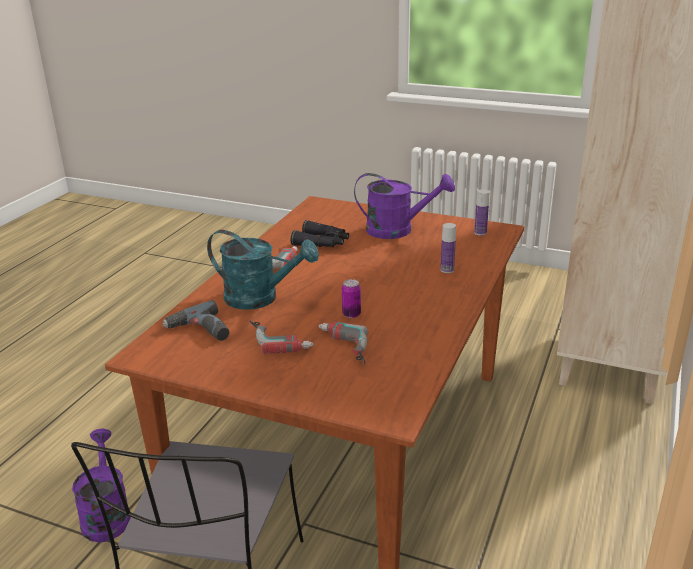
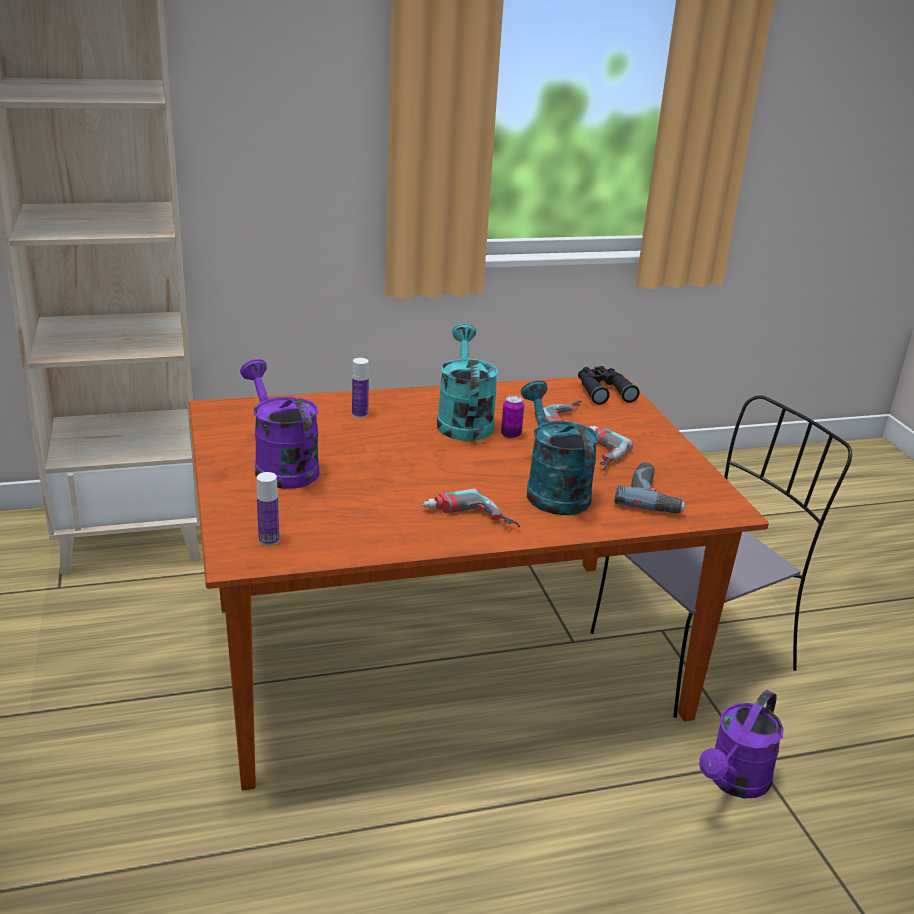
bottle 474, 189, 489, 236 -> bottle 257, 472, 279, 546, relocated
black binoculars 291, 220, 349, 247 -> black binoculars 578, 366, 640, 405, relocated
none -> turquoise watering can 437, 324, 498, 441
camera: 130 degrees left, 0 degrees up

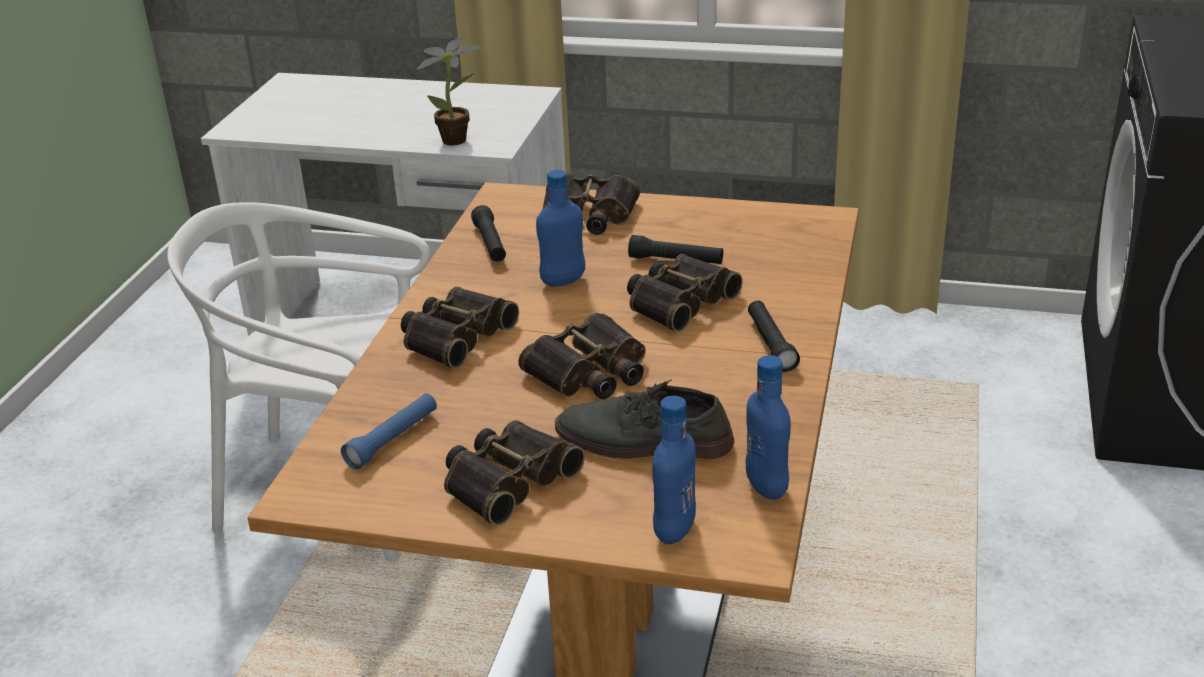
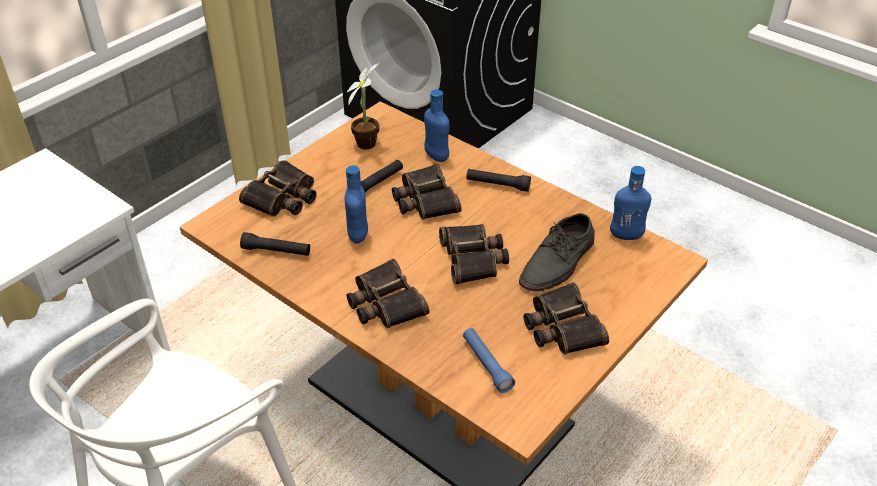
potted plant 417, 37, 480, 145 -> potted plant 347, 62, 380, 149, relocated
blue bottle 652, 396, 696, 544 -> blue bottle 424, 89, 450, 162, relocated
camera: 65 degrees left, 10 degrees up

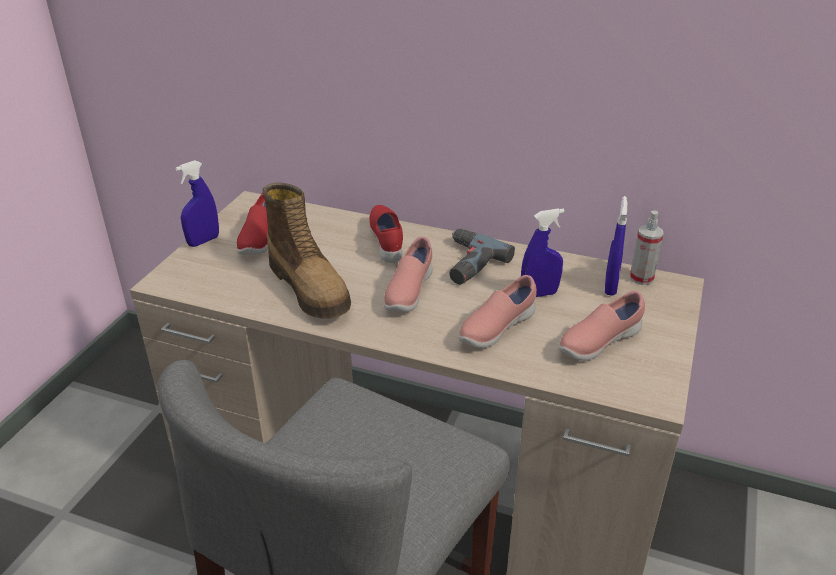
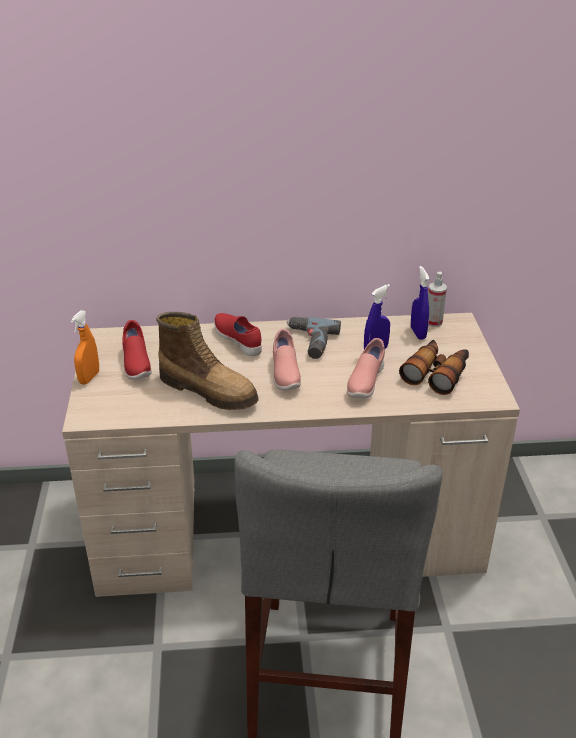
blue spray bottle 175, 160, 219, 247 -> orange spray bottle 71, 310, 99, 384
pink shoe 558, 291, 645, 361 -> binoculars 399, 340, 469, 395
camera: 25 degrees left, 0 degrees up

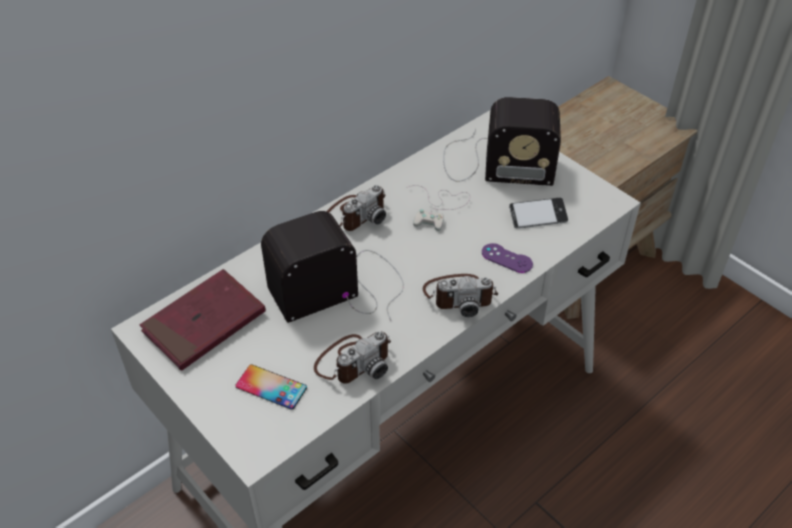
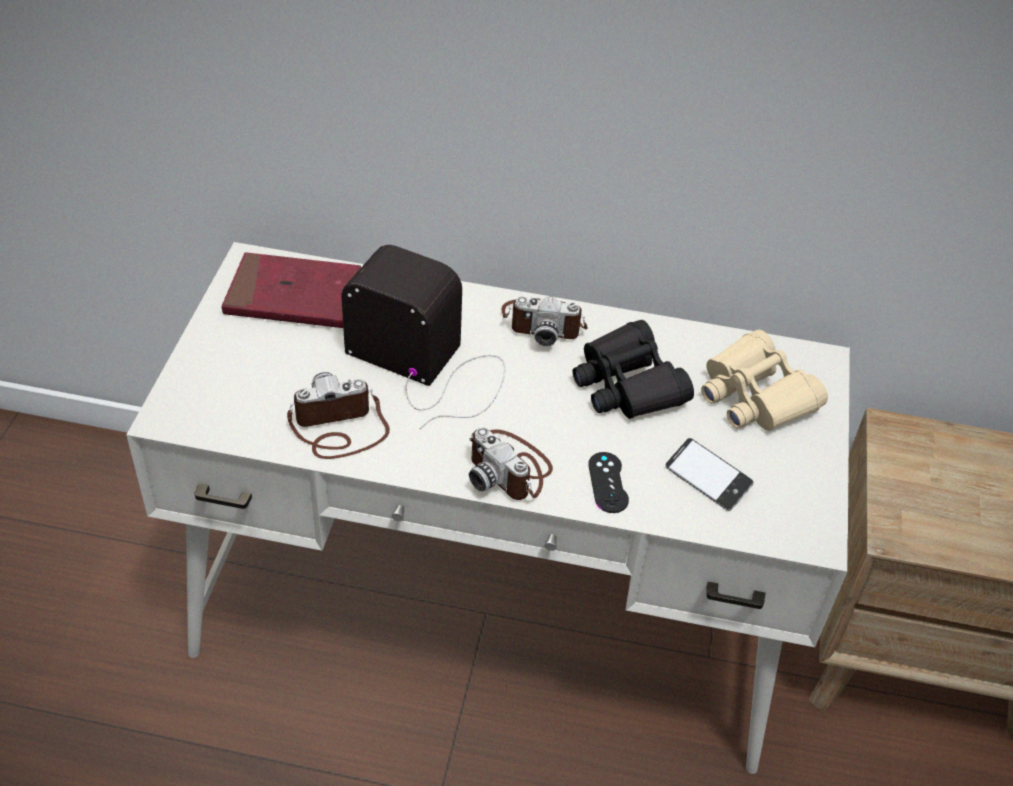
radio 443, 97, 561, 186 -> beige binoculars 701, 330, 828, 431
white game controller 408, 185, 470, 231 -> black binoculars 573, 320, 694, 419
purple game controller 482, 243, 533, 273 -> black game controller 588, 452, 629, 513
photo camera 314, 331, 391, 384 -> photo camera 287, 372, 390, 459, 150 degrees clockwise
phone 235, 364, 307, 410 -> none
camera: 50 degrees right, 0 degrees up

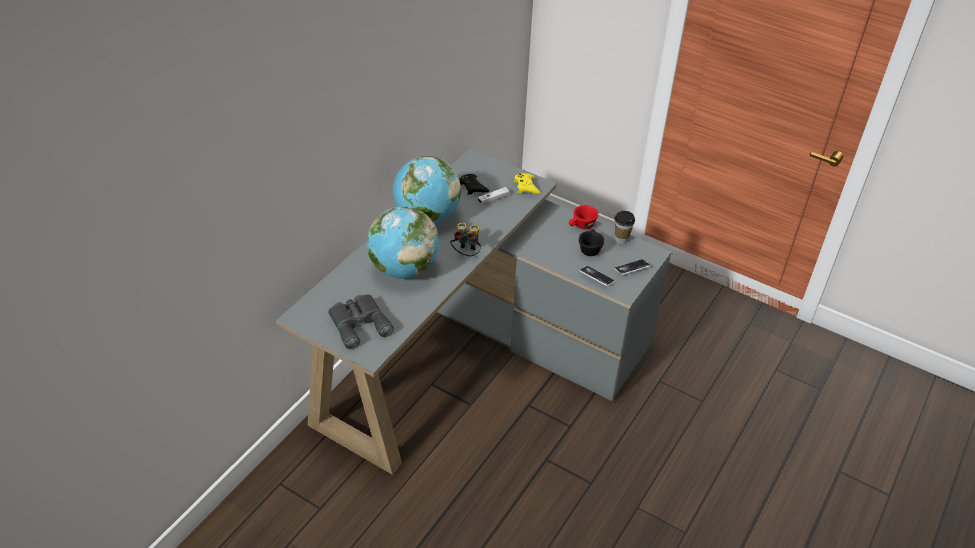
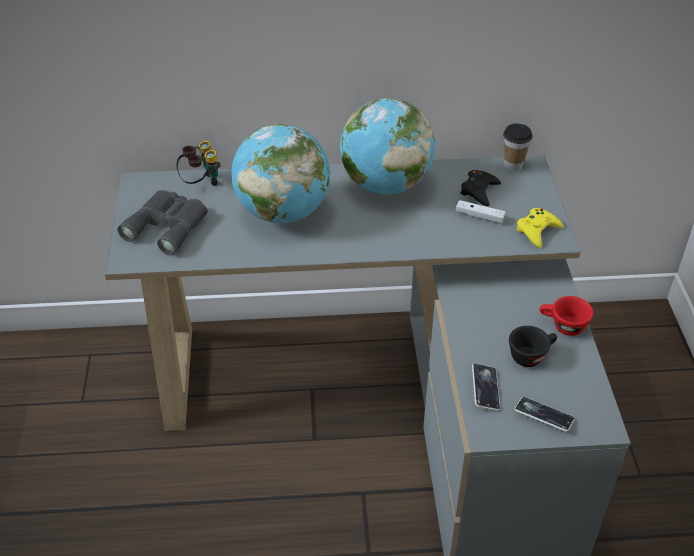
cup 614, 211, 635, 244 -> cup 503, 124, 532, 171, relocated
binoculars 450, 223, 481, 256 -> binoculars 176, 141, 220, 186, relocated
camera: 55 degrees right, 0 degrees up

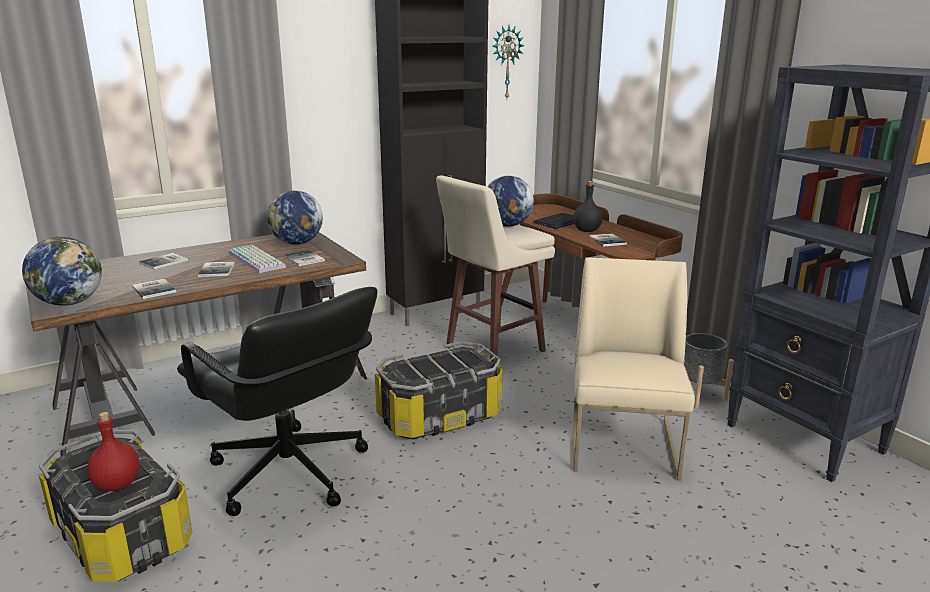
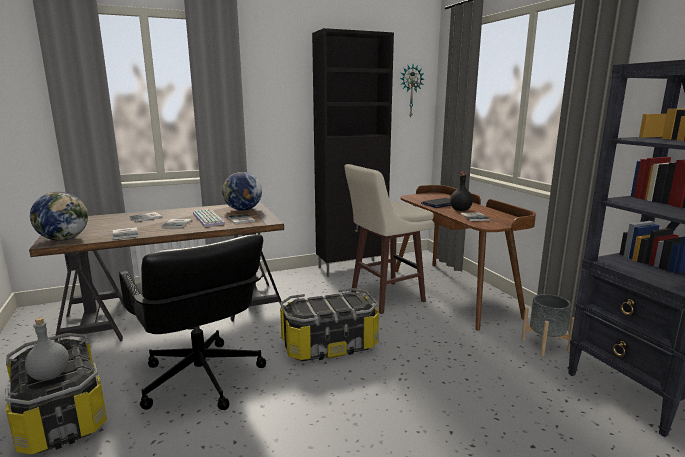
globe 487, 176, 534, 227 -> none
beige chair 574, 257, 695, 480 -> none
red bottle 87, 412, 140, 491 -> grey bottle 25, 318, 69, 381
camera: 10 degrees right, 5 degrees down

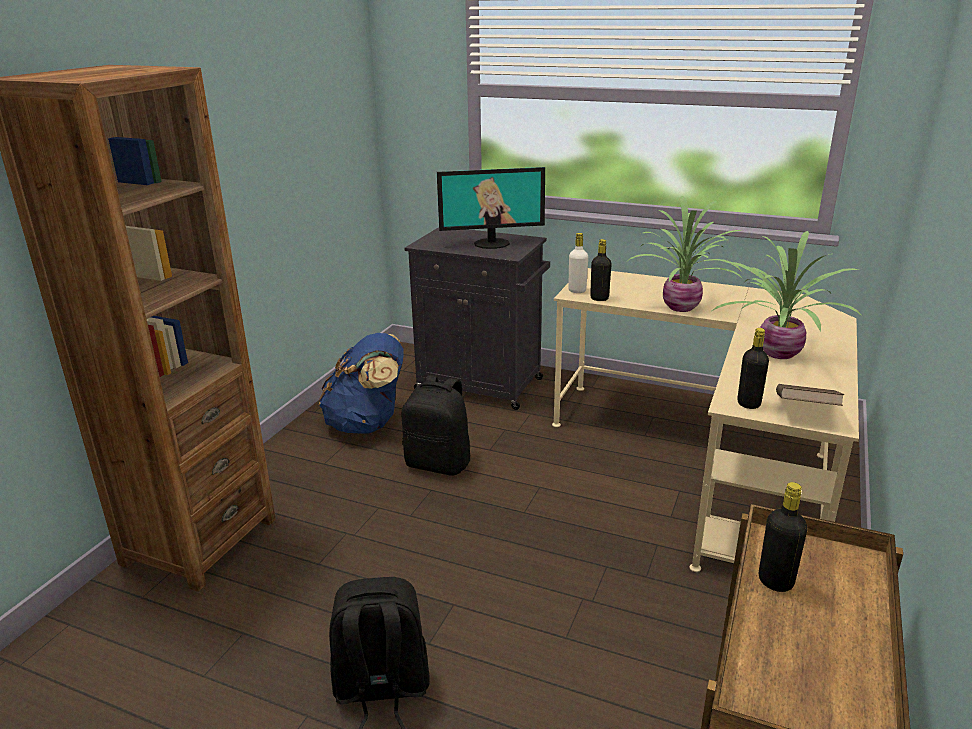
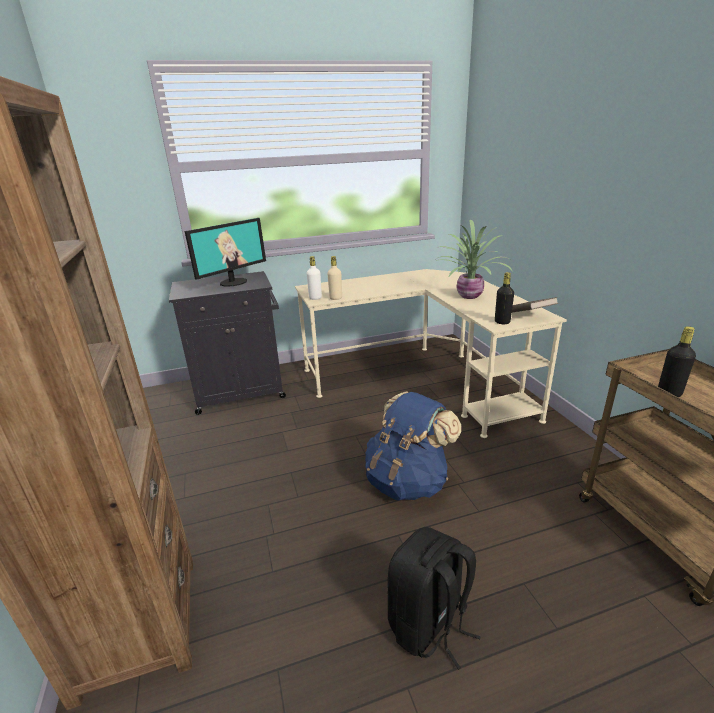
potted plant 626, 196, 743, 312 -> none
black bottle 590, 239, 612, 301 -> beige bottle 327, 256, 342, 300
blue backpack 319, 333, 403, 434 -> blue backpack 365, 391, 461, 500, relocated
black backpack 402, 375, 471, 475 -> none
camera: 40 degrees left, 0 degrees up

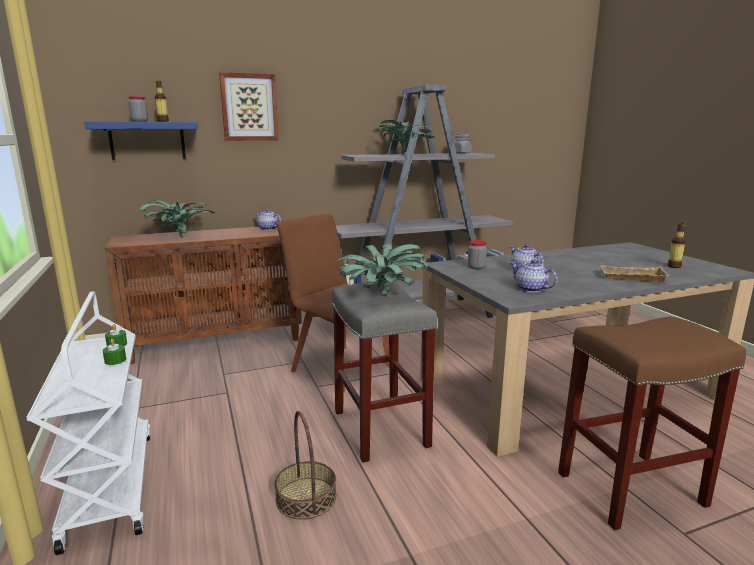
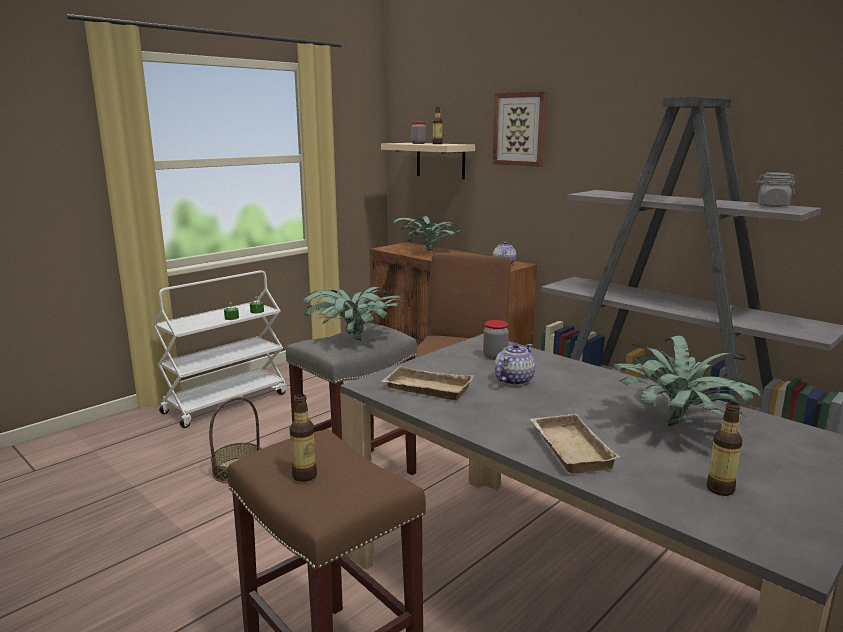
potted plant 376, 120, 436, 155 -> potted plant 611, 335, 763, 426, relocated
blue shelf 84, 121, 198, 160 -> beige shelf 381, 143, 475, 179
teapot 510, 259, 557, 292 -> beige tray 382, 366, 474, 400
none -> bottle 290, 394, 317, 482
camera: 65 degrees right, 0 degrees up

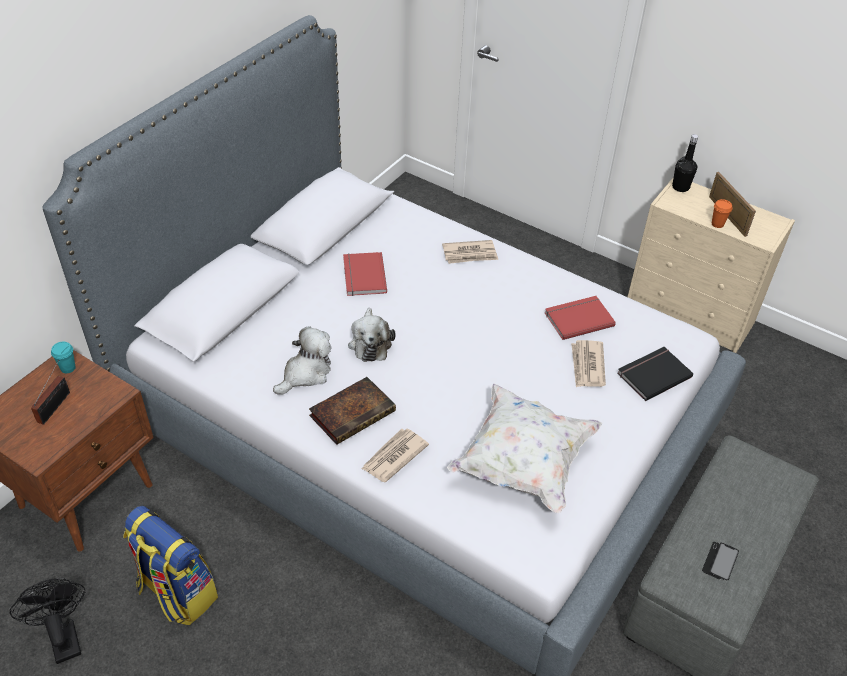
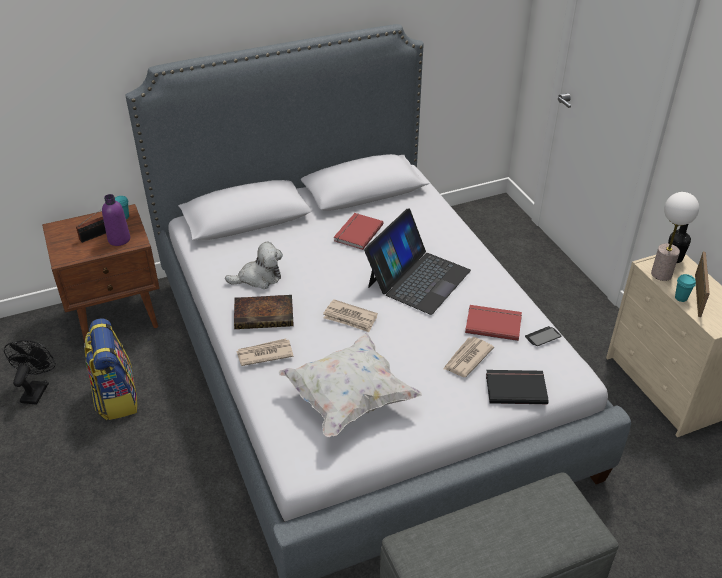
orange cup 712, 199, 732, 228 -> turquoise cup 675, 274, 696, 302
newspaper 442, 240, 498, 264 -> newspaper 323, 299, 378, 332, relocated
plush toy 348, 308, 396, 362 -> none
phone 702, 542, 739, 580 -> phone 525, 326, 561, 346, relocated
none -> table lamp 651, 192, 699, 281
none -> purple bottle 102, 194, 130, 246
none -> laptop 364, 208, 471, 315
camera: 35 degrees right, 5 degrees down

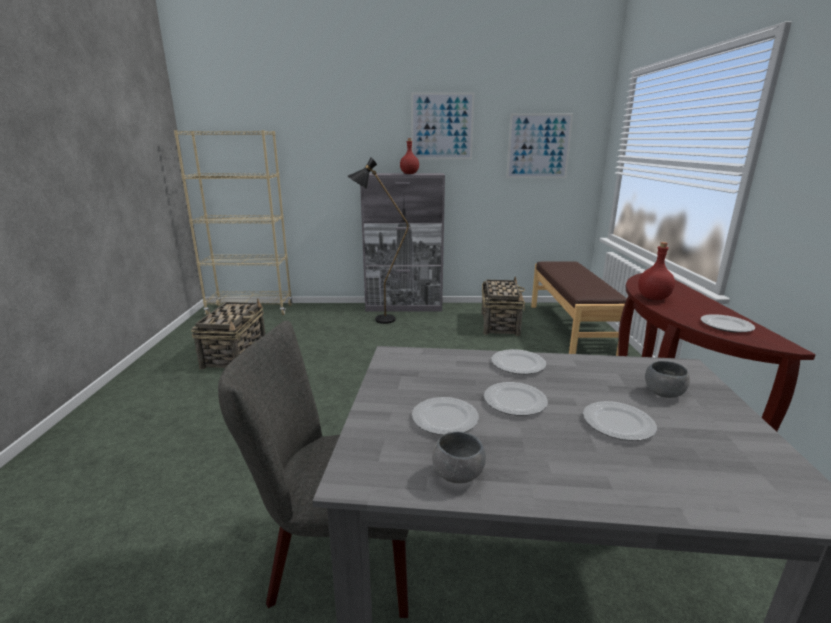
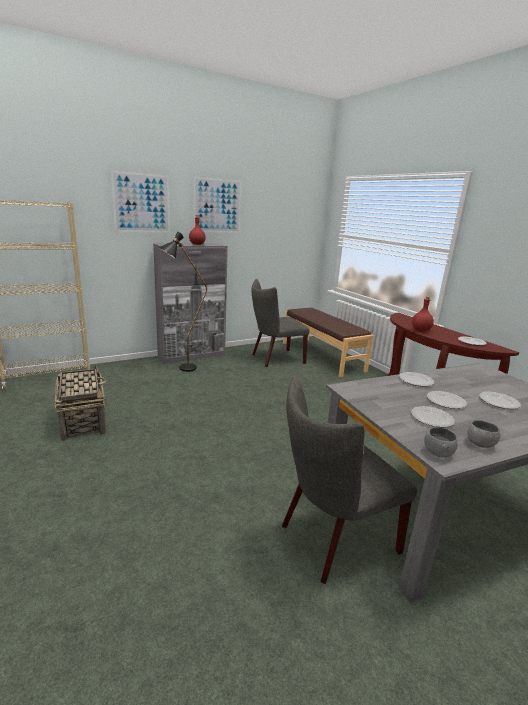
picture 506, 113, 573, 178 -> picture 111, 171, 170, 233, relocated
basket 481, 276, 526, 336 -> grey chair 251, 279, 309, 367
grey bowl 645, 361, 690, 398 -> grey bowl 424, 427, 458, 457, relocated
camera: 30 degrees left, 0 degrees up

